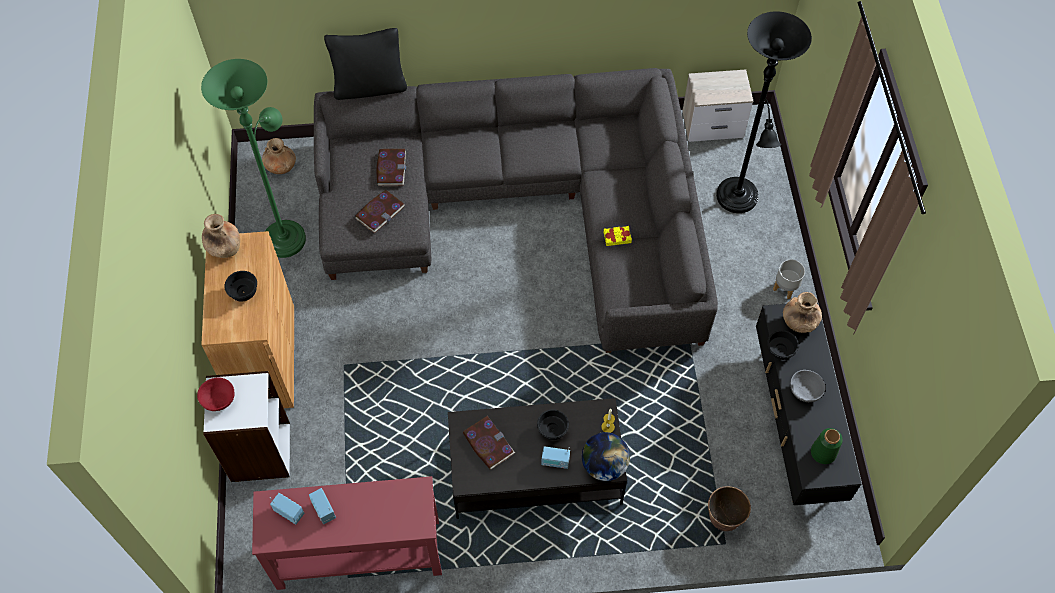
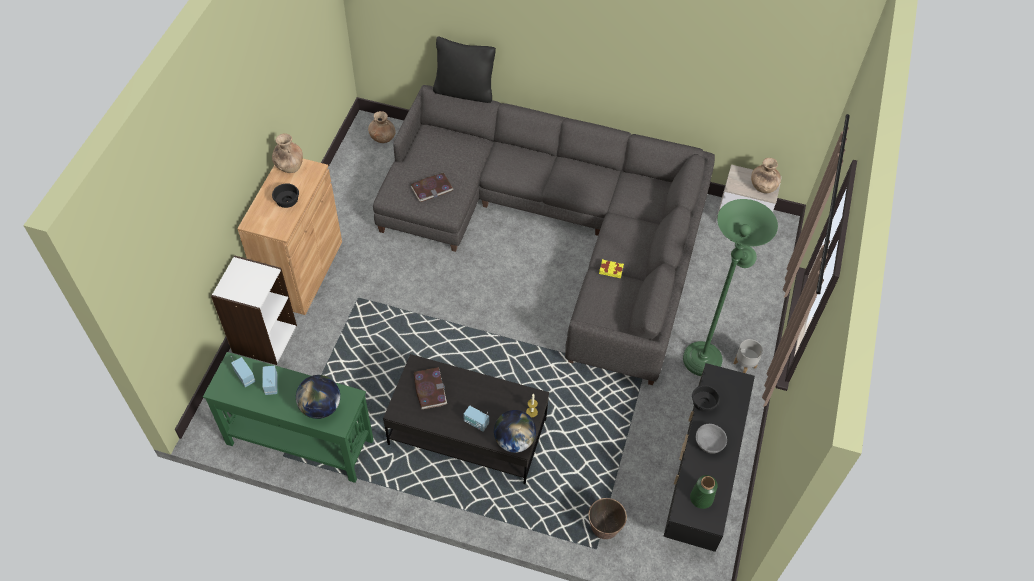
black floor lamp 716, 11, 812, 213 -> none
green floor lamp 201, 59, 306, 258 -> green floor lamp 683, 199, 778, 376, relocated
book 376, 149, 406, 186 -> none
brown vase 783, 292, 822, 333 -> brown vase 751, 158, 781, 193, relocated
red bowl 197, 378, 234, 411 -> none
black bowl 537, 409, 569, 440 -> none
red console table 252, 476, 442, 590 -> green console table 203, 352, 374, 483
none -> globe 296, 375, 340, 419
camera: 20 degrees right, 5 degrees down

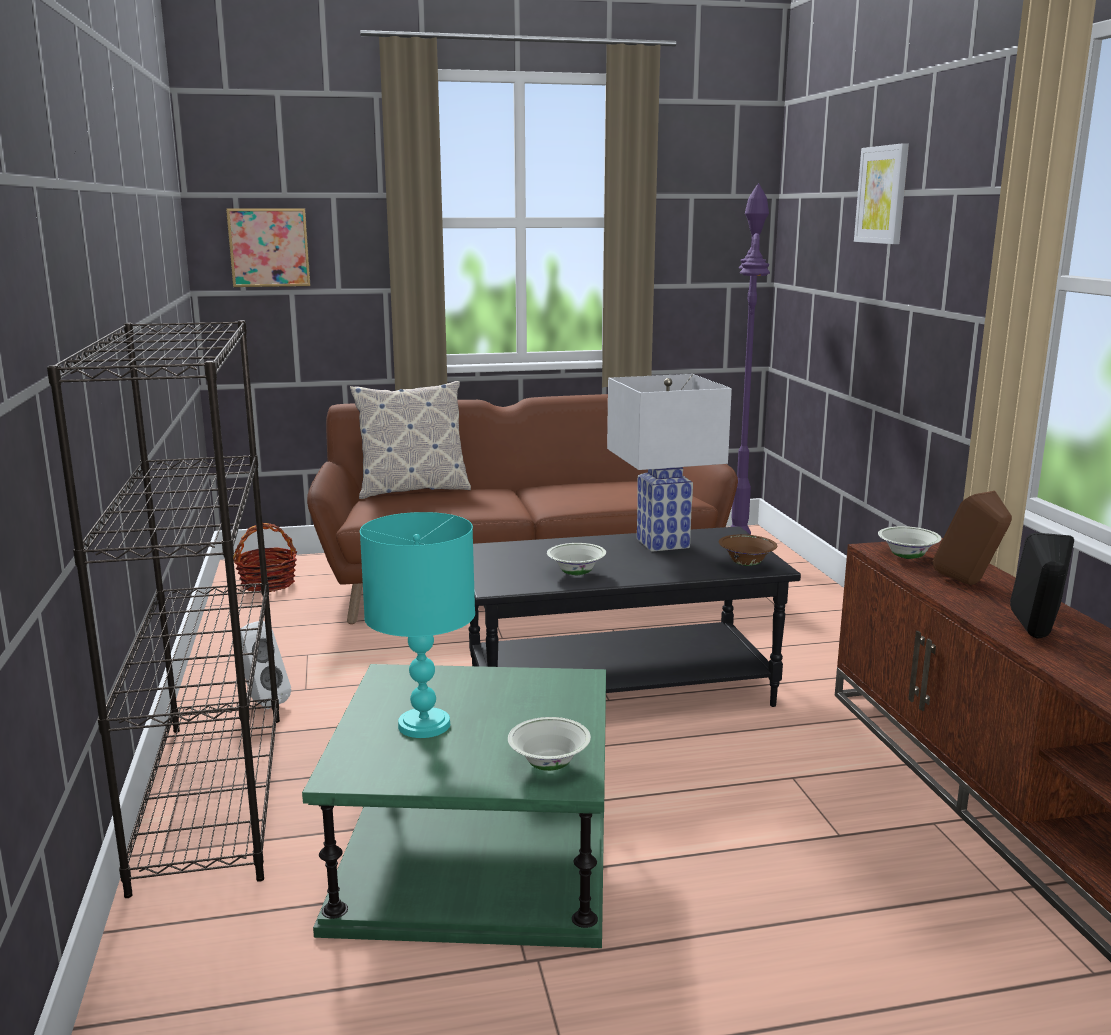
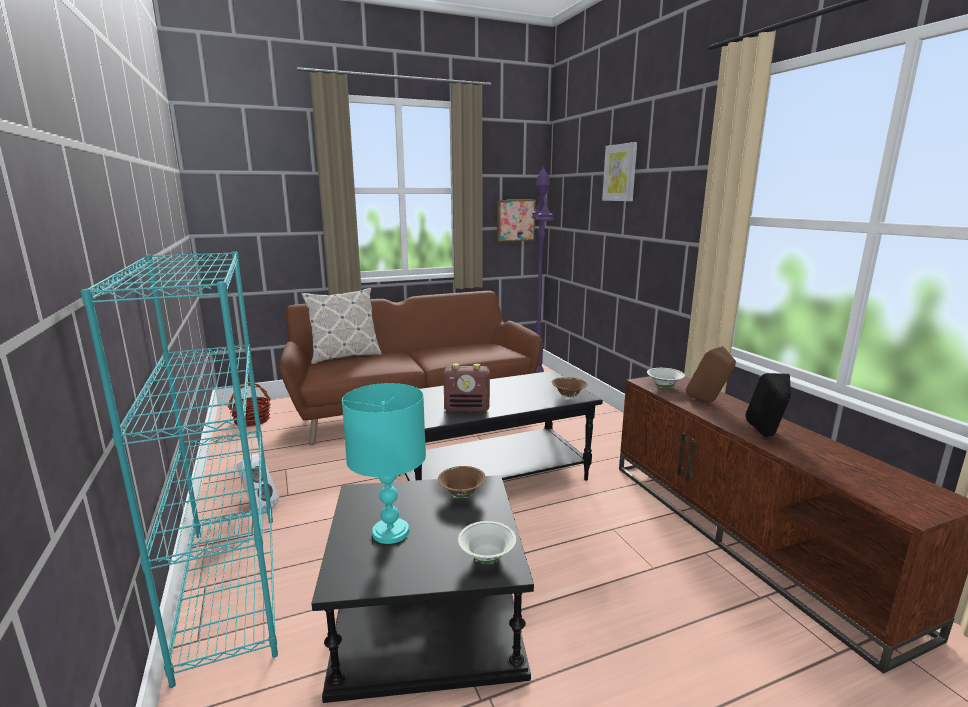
picture 226, 208, 311, 287 -> picture 497, 200, 536, 242, relocated
black bookcase 47, 320, 280, 898 -> turquoise bookcase 80, 252, 278, 688
white table lamp 607, 374, 732, 552 -> none
white bowl 547, 543, 606, 575 -> radio 443, 364, 490, 412
green side table 302, 664, 606, 948 -> black side table 311, 475, 534, 703
none -> brown bowl 438, 466, 486, 498
camera: 10 degrees left, 0 degrees up

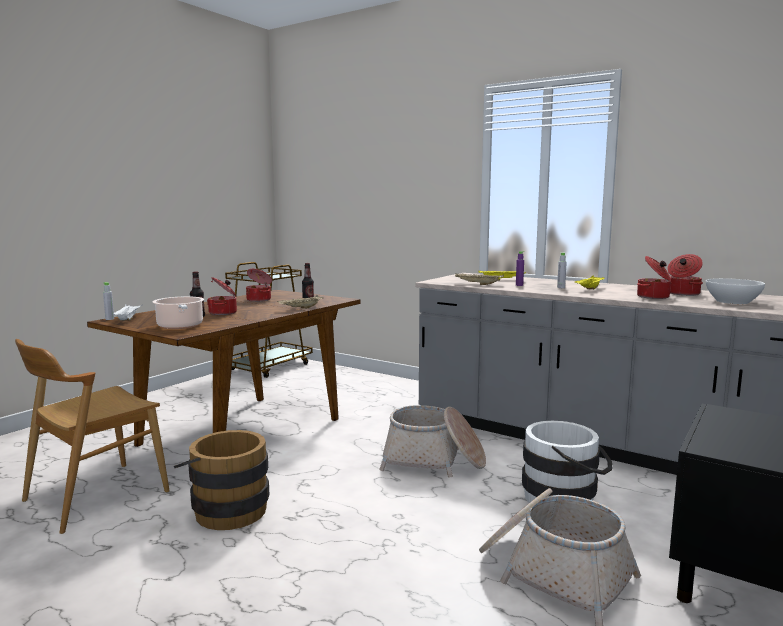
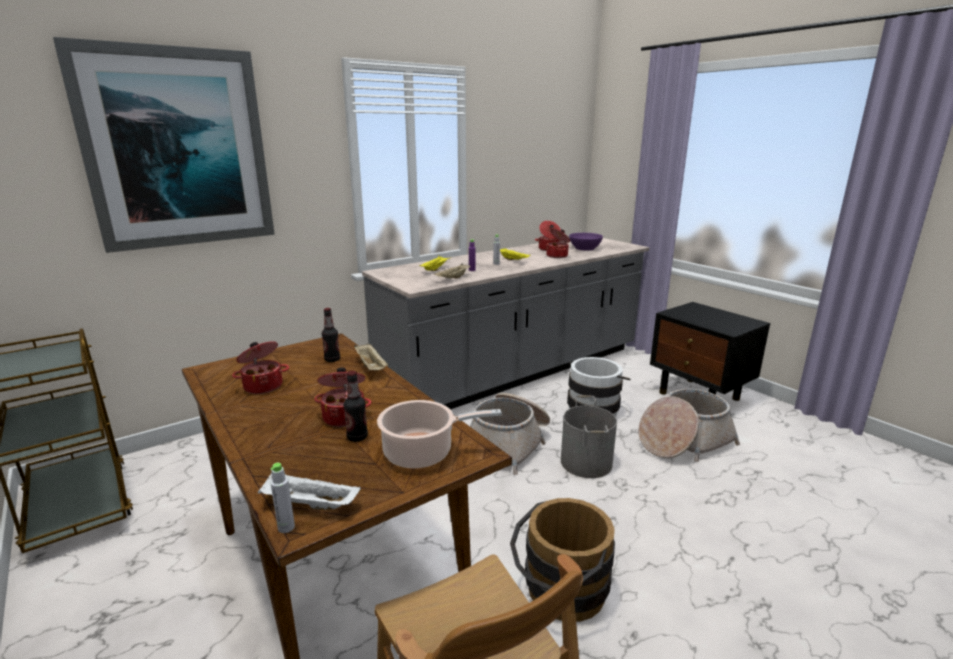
white bowl 706, 278, 765, 304 -> purple bowl 569, 233, 603, 251
none -> picture 53, 37, 275, 253
none -> grey bucket 561, 395, 617, 478
camera: 70 degrees left, 10 degrees up

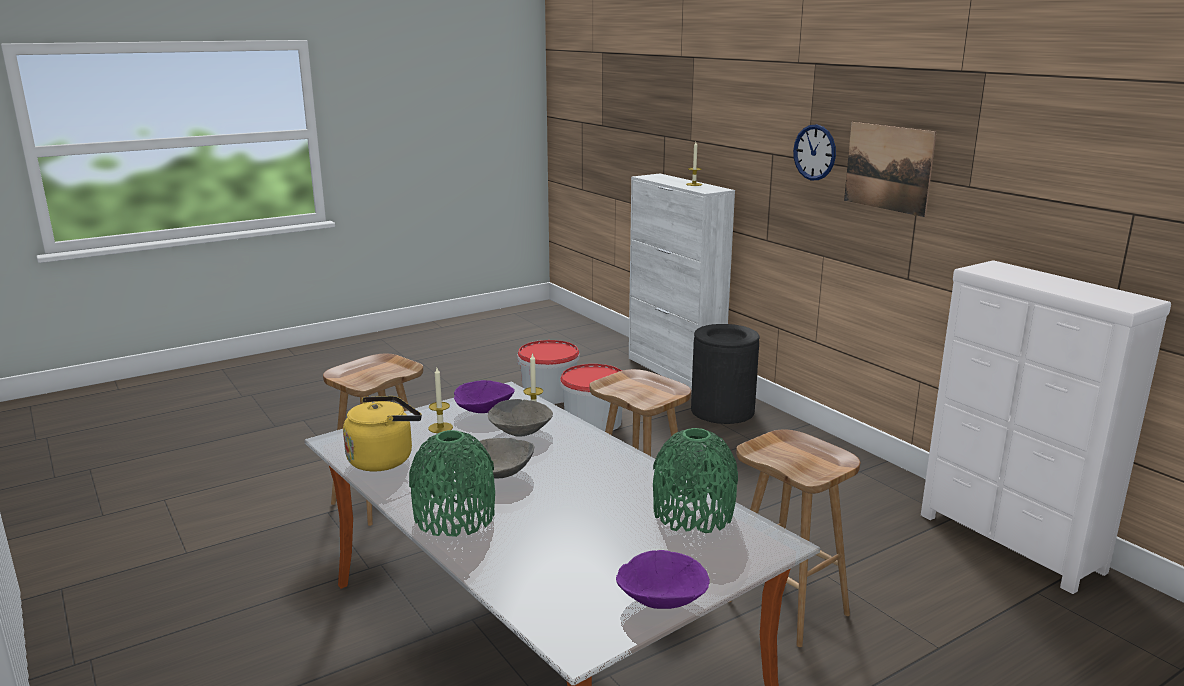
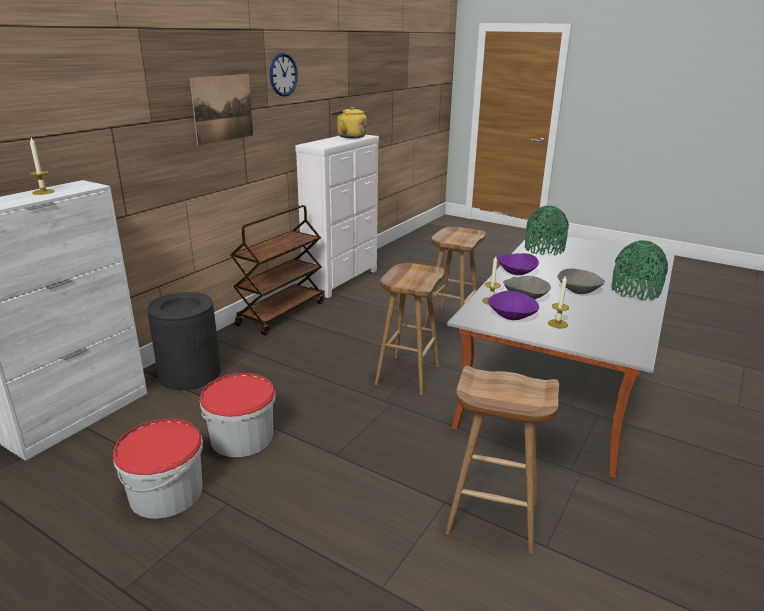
wall clock 793, 124, 836, 180 -> wall clock 270, 53, 298, 97, relocated
yellow kettle 343, 396, 422, 471 -> yellow kettle 331, 107, 367, 138, relocated
purple bowl 616, 550, 710, 609 -> purple bowl 498, 253, 539, 275, relocated
none -> brown cart 231, 205, 324, 335
camera: 115 degrees left, 5 degrees up

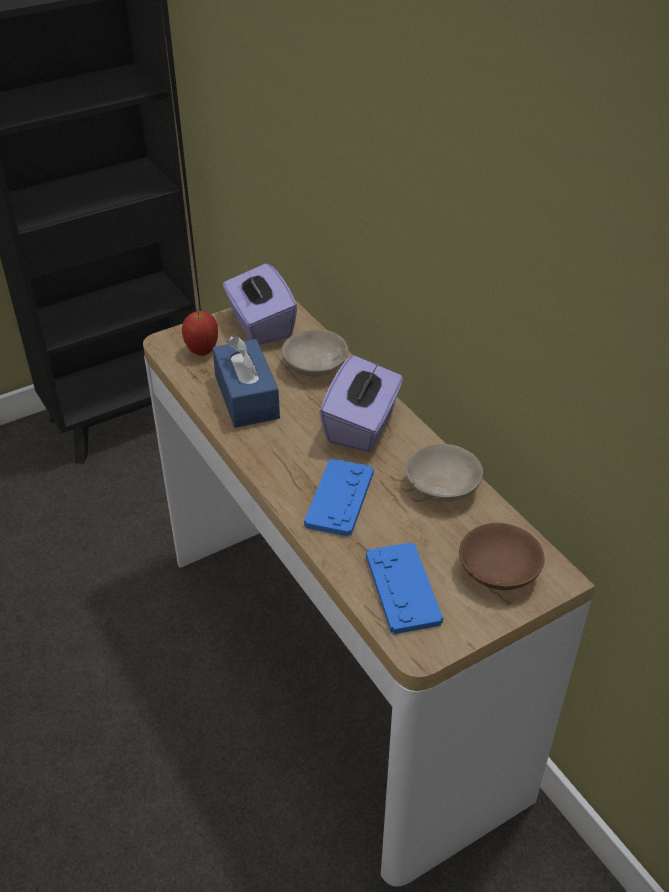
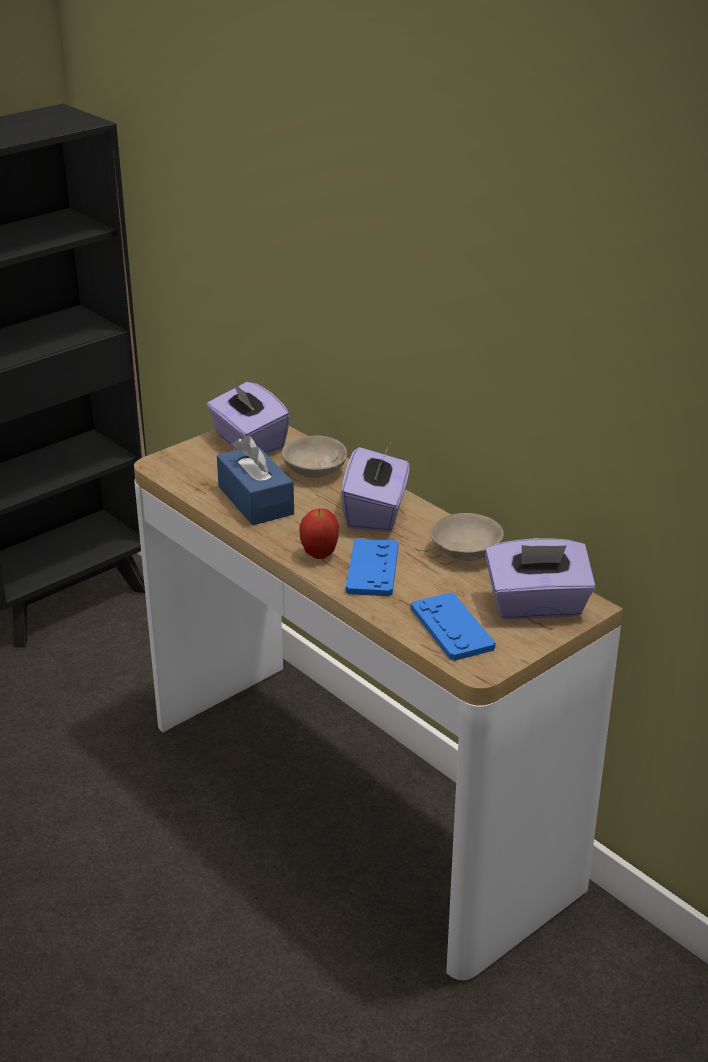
apple 182, 311, 218, 356 -> apple 299, 508, 339, 559, relocated
brown bowl 459, 523, 545, 590 -> purple tissue box 485, 538, 595, 619
camera: 10 degrees left, 10 degrees down

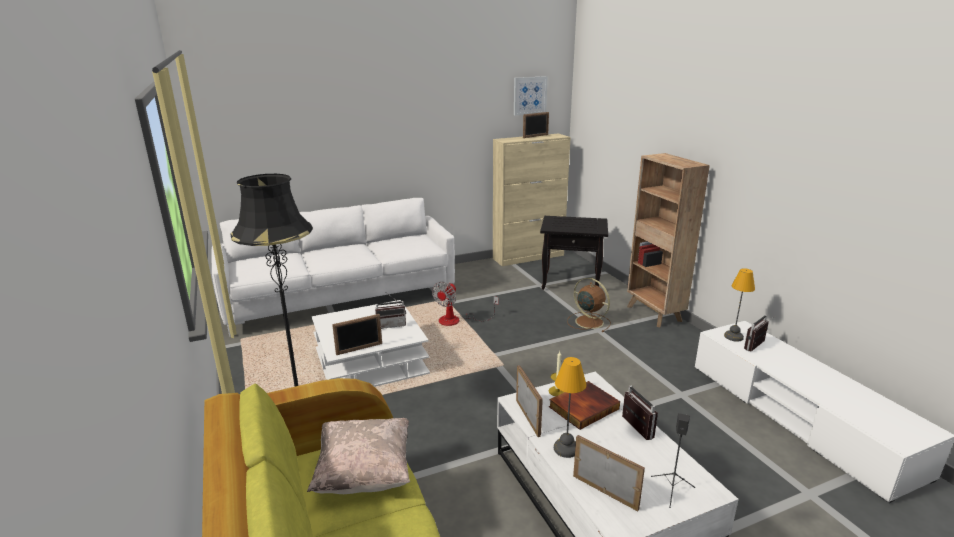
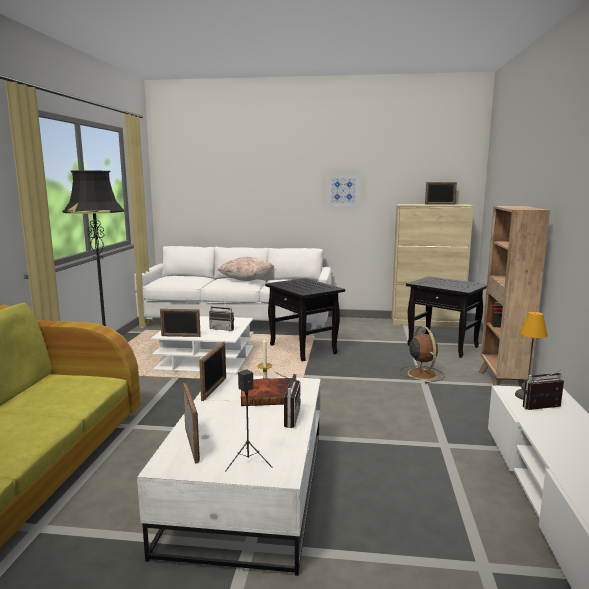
picture 514, 76, 547, 115 -> picture 327, 174, 360, 207, relocated
fan 432, 282, 499, 326 -> black side table 265, 278, 345, 361
table lamp 554, 357, 586, 458 -> none
beige pillow 307, 418, 410, 494 -> beige pillow 218, 257, 274, 281, relocated
camera: 30 degrees right, 10 degrees down

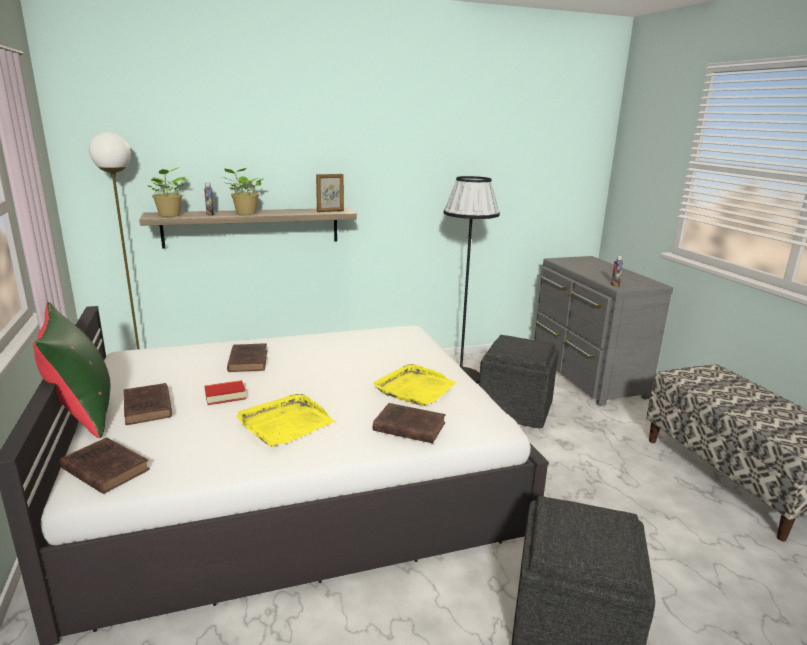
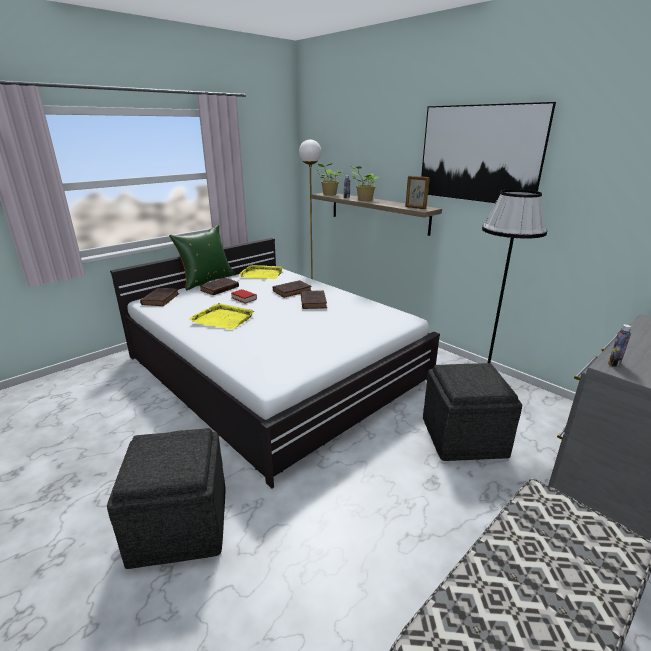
yellow tray 374, 364, 456, 406 -> yellow tray 239, 264, 283, 279, relocated
brown book 373, 403, 446, 443 -> brown book 301, 290, 327, 309, relocated
none -> picture 421, 102, 556, 203
camera: 65 degrees right, 5 degrees up

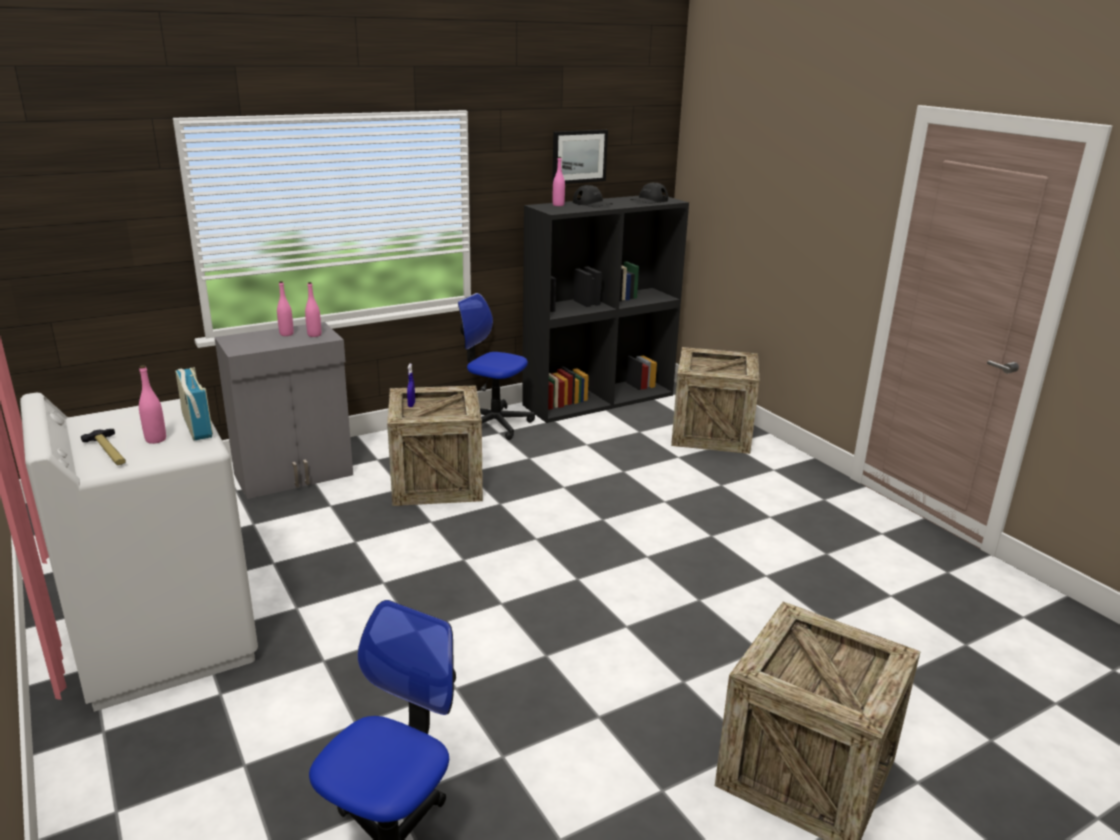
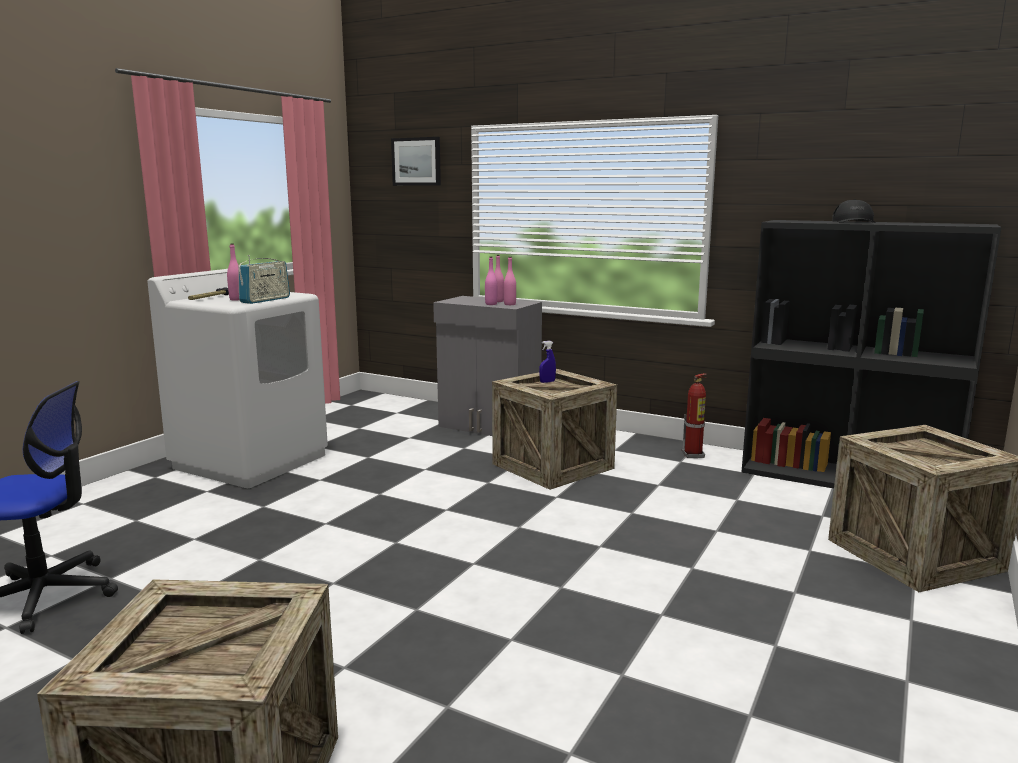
picture 552, 130, 608, 184 -> picture 391, 137, 441, 186, relocated
pink bottle 553, 157, 565, 206 -> pink bottle 485, 257, 497, 305, relocated
black cap 630, 182, 668, 204 -> none
office chair 458, 293, 535, 440 -> fire extinguisher 682, 373, 707, 458
camera: 60 degrees right, 10 degrees down

